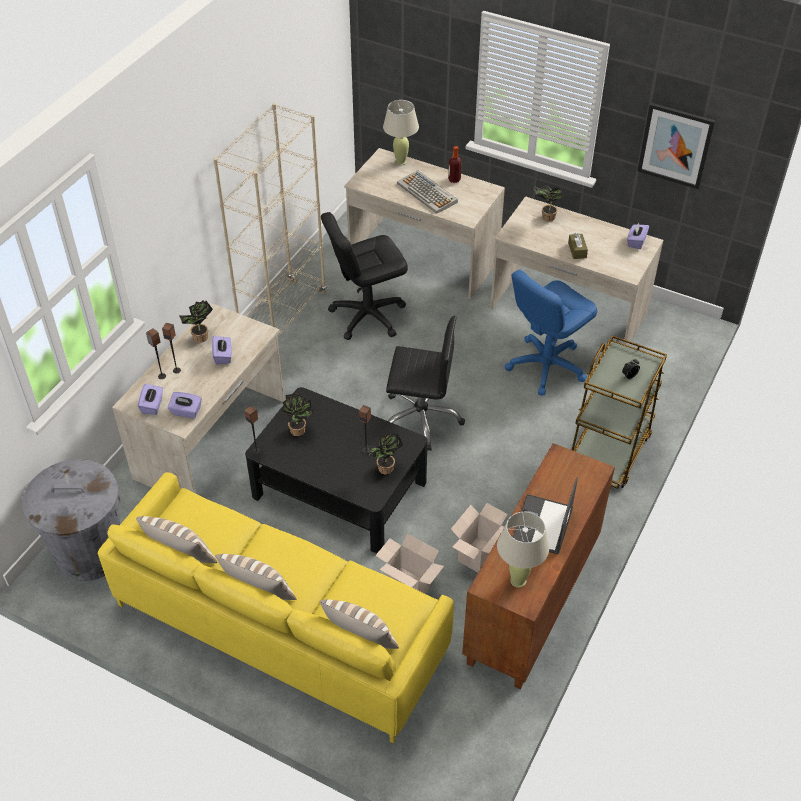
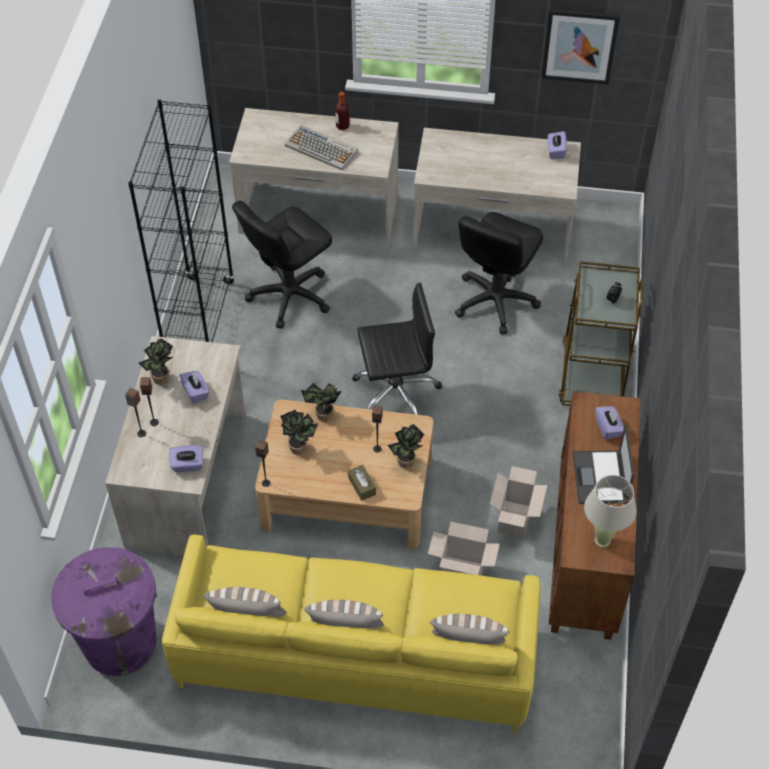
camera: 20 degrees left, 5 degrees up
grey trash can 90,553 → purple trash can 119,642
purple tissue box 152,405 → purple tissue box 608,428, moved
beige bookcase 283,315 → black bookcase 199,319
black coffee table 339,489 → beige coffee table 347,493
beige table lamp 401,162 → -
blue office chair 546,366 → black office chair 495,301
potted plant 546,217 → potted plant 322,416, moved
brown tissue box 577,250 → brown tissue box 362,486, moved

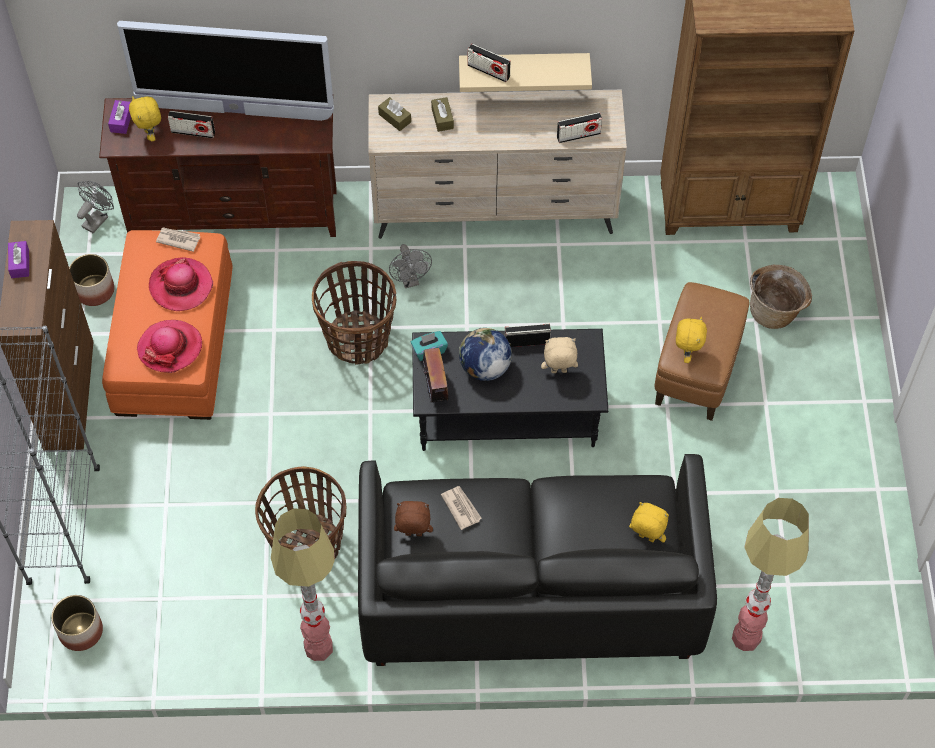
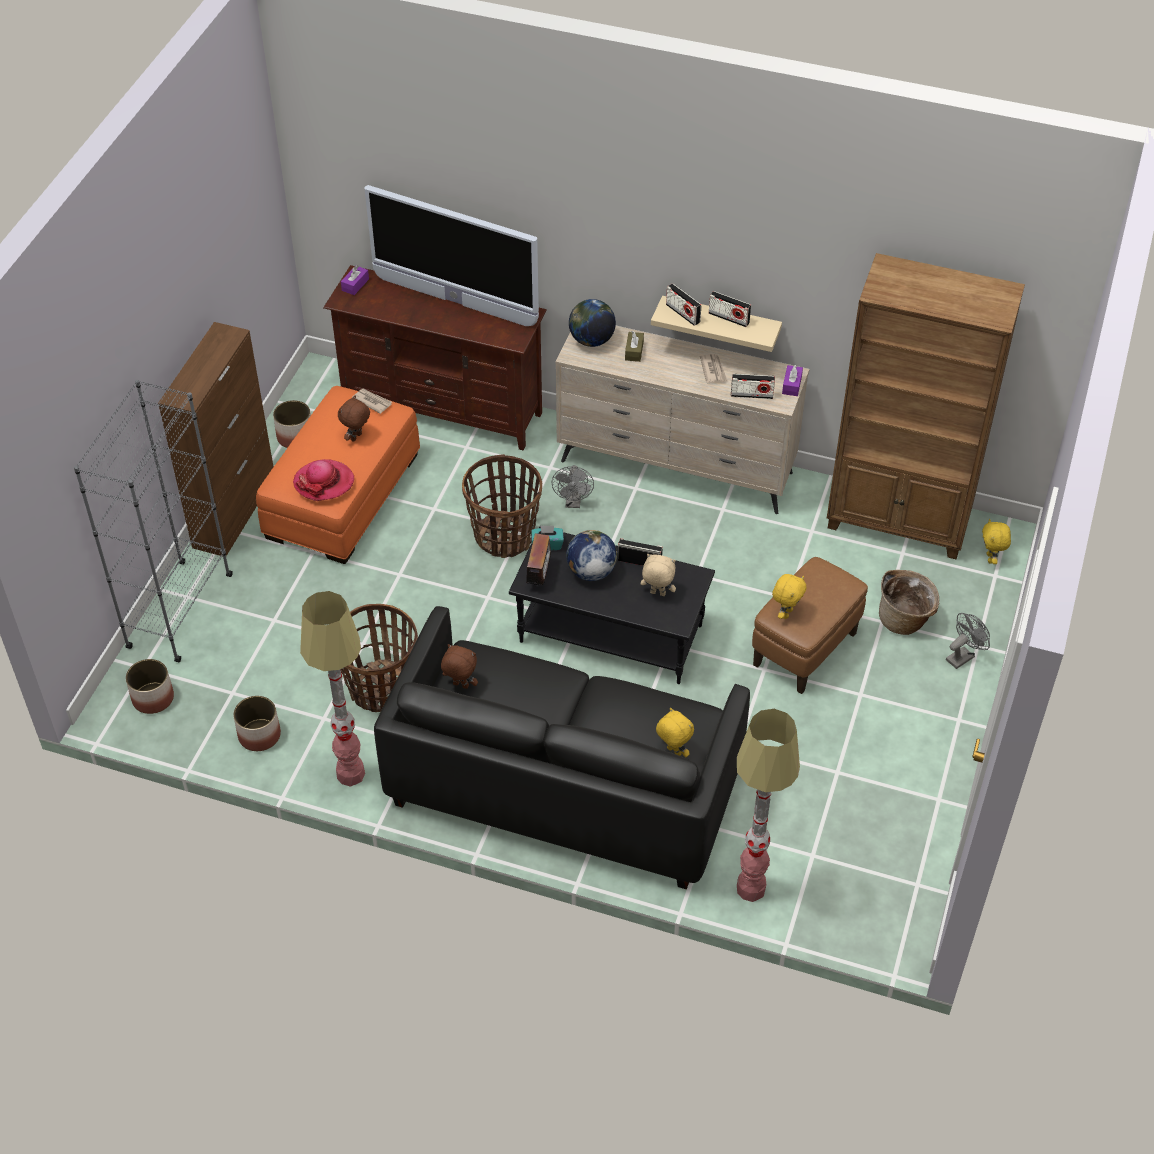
camera: 20 degrees right, 10 degrees down
purple tissue box 20,263 → purple tissue box 792,385, moved
grey fan 97,219 → grey fan 963,656, moved
yellow plush toy 150,135 → yellow plush toy 991,558, moved
hat 181,286 → brown plush toy 356,437
radio 193,132 → radio 729,318, moved
brown tissue box 394,118 → globe 591,340
newspaper 461,507 → newspaper 713,370, moved
- → planter 259,735

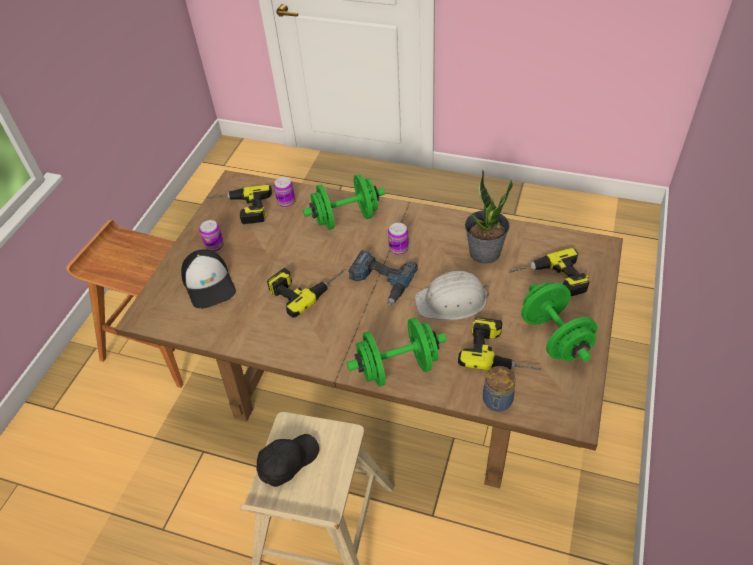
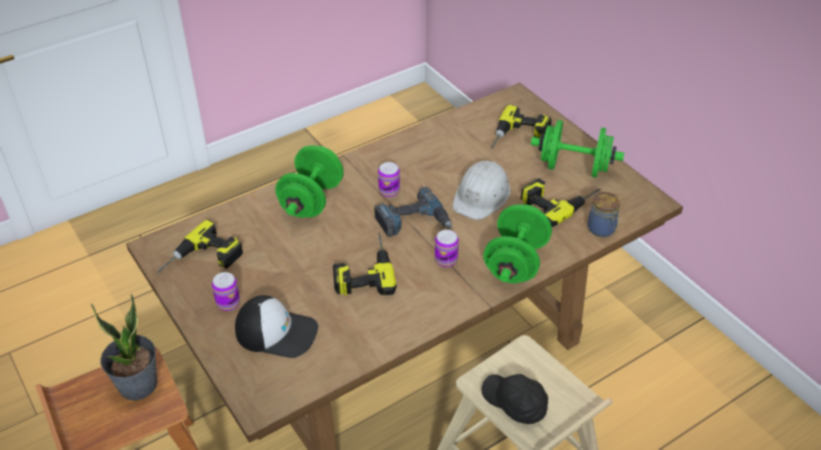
camera: 55 degrees left, 5 degrees down
black cap 287,462 → black cap 514,403, 45 degrees counterclockwise
can 286,202 → can 446,260, moved
potted plant 484,253 → potted plant 138,385, moved

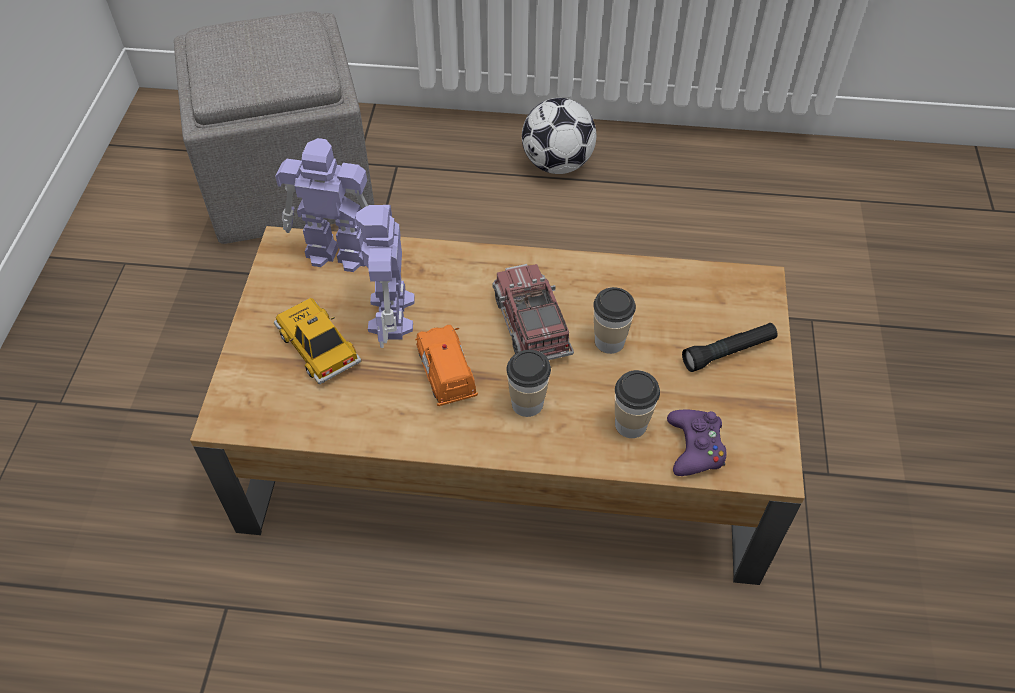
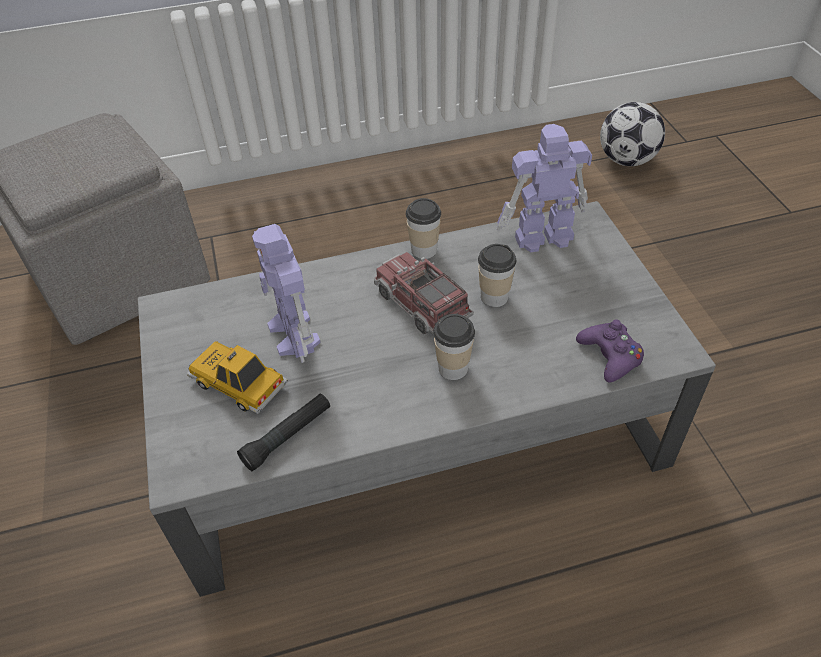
camera: 20 degrees left, 5 degrees down
brown coffee table 503,447 → grey coffee table 412,431
toy robot 336,253 → toy robot 541,237, moved
orange toy car 446,372 → -
football 557,164 → football 626,160, moved
cup 630,424 → cup 424,250, moved
black flashlight 728,352 → black flashlight 287,437, moved

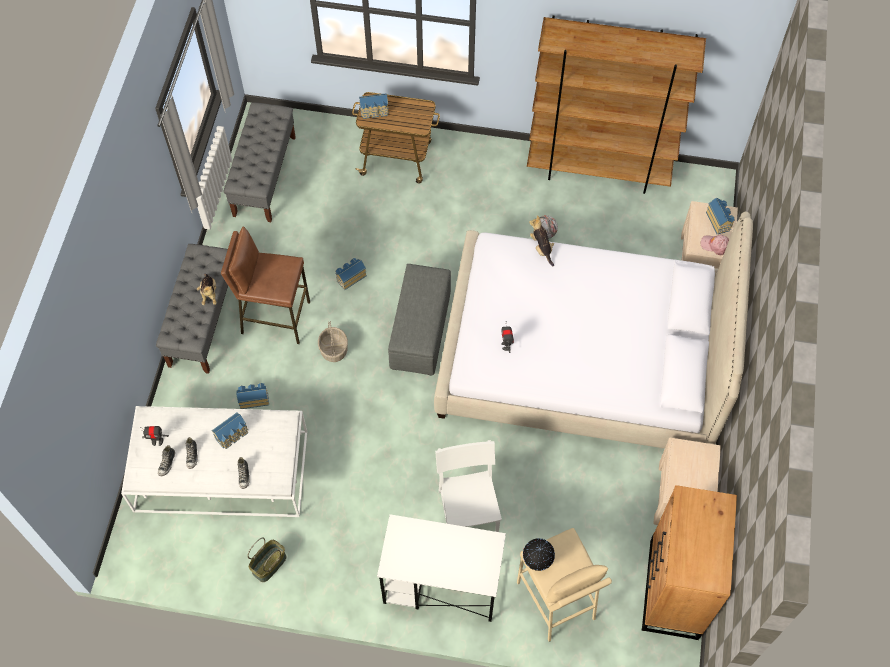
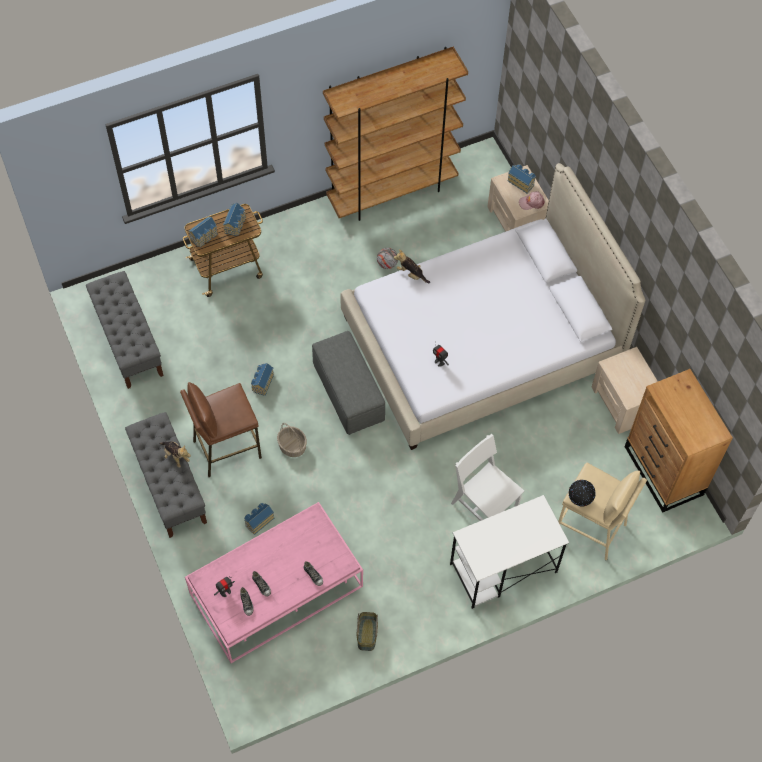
camera: 35 degrees left, 0 degrees up
white coffee table 222,471 → pink coffee table 277,589
toy house 232,435 → toy house 235,224, moved

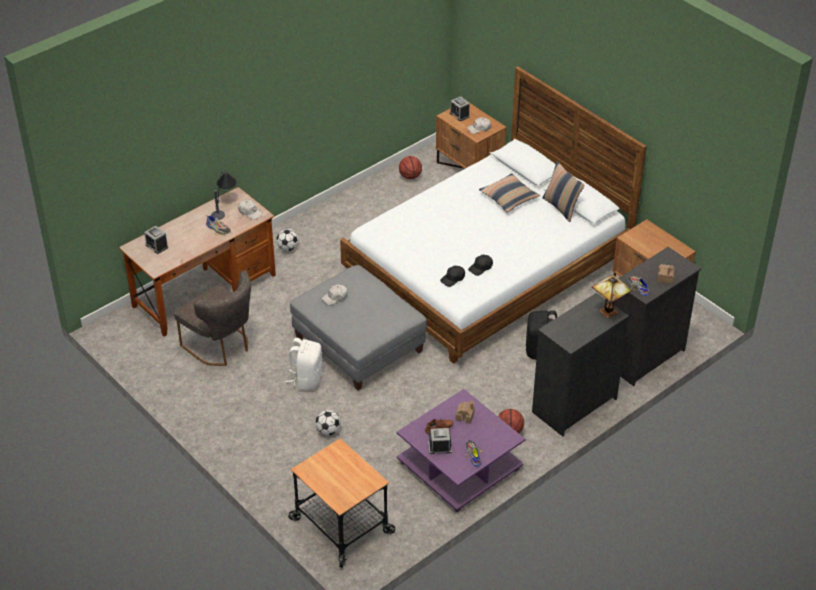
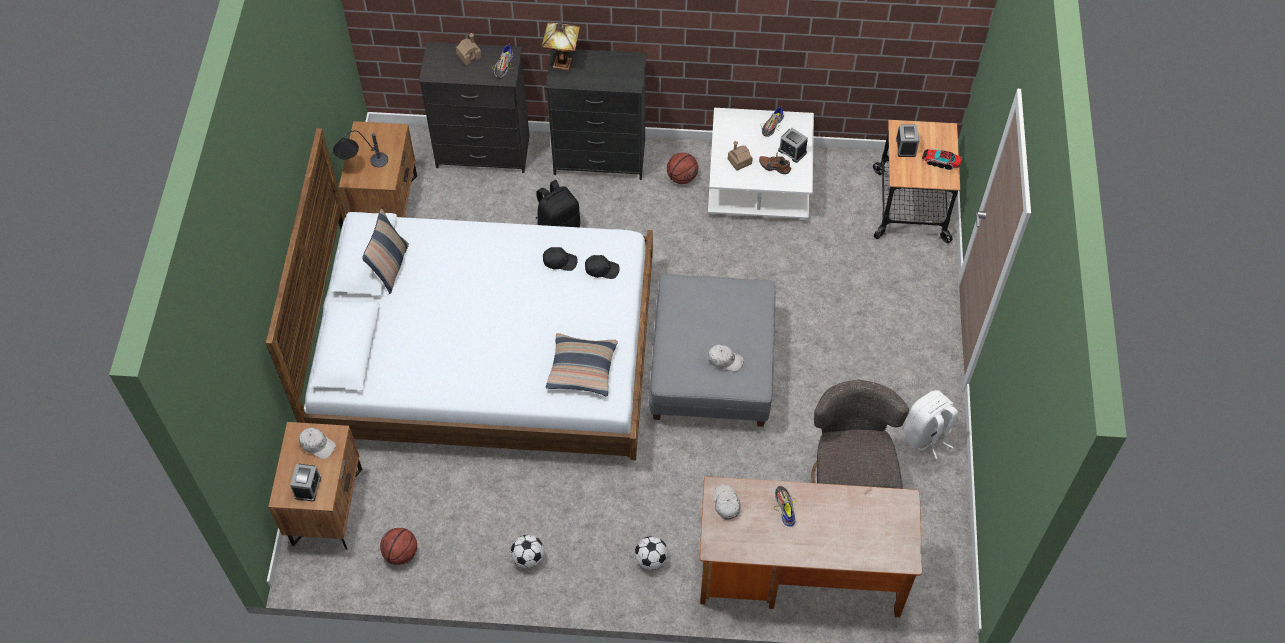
camera: 135 degrees left, 15 degrees up
alarm clock 157,246 → alarm clock 906,147, moved
table lamp 224,206 → table lamp 361,166, moved
white backpack 306,379 → white backpack 927,435, moved
football 328,431 → football 528,558, moved
purple coffee table 459,467 → white coffee table 760,180
pillow 509,198 → pillow 582,369, moved
- → toy truck 940,162

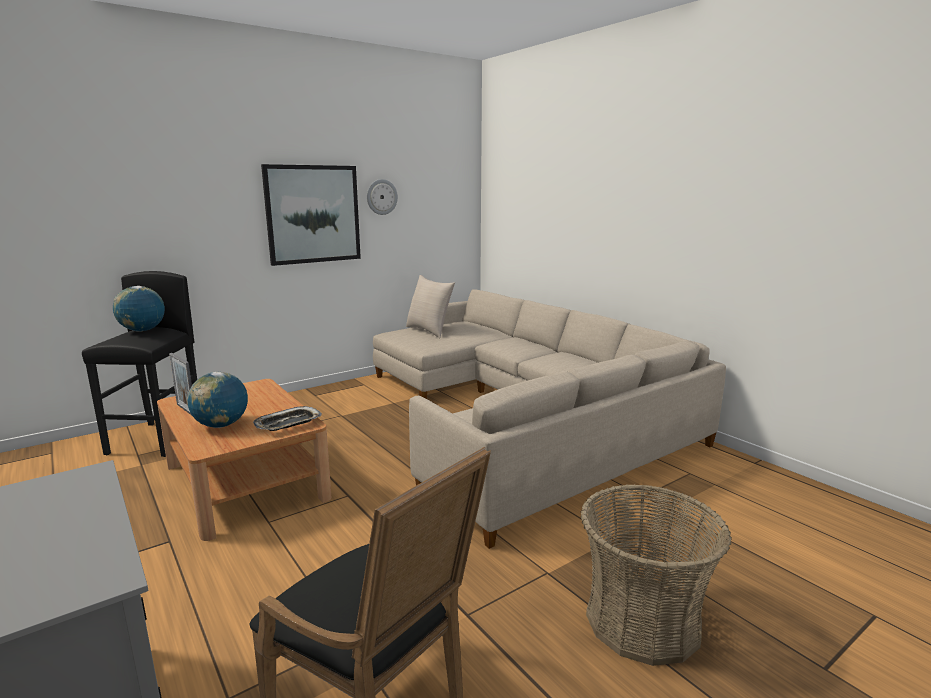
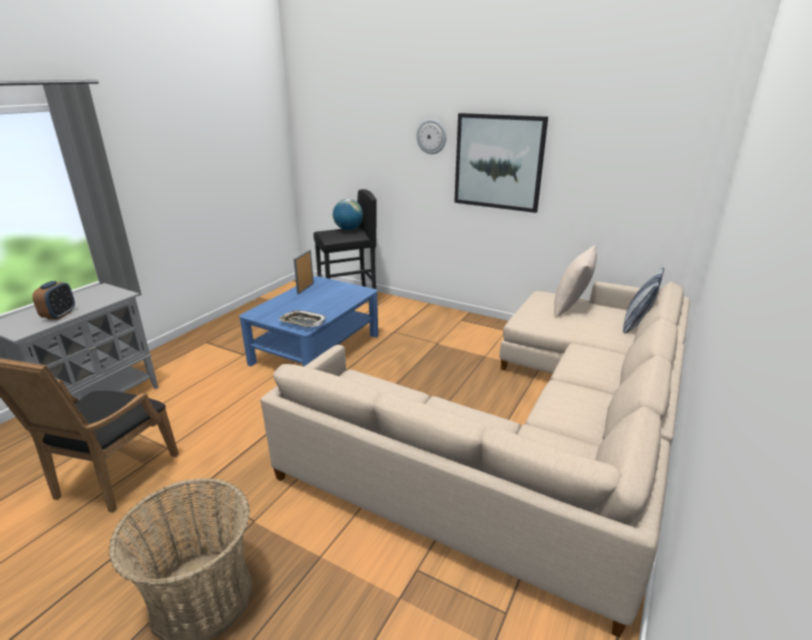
camera: 65 degrees right, 10 degrees up
brown coffee table 246,481 → blue coffee table 316,348
globe 221,425 → -
wall clock 381,197 → wall clock 431,136, moved
- → alarm clock 59,315
- → pillow 637,324

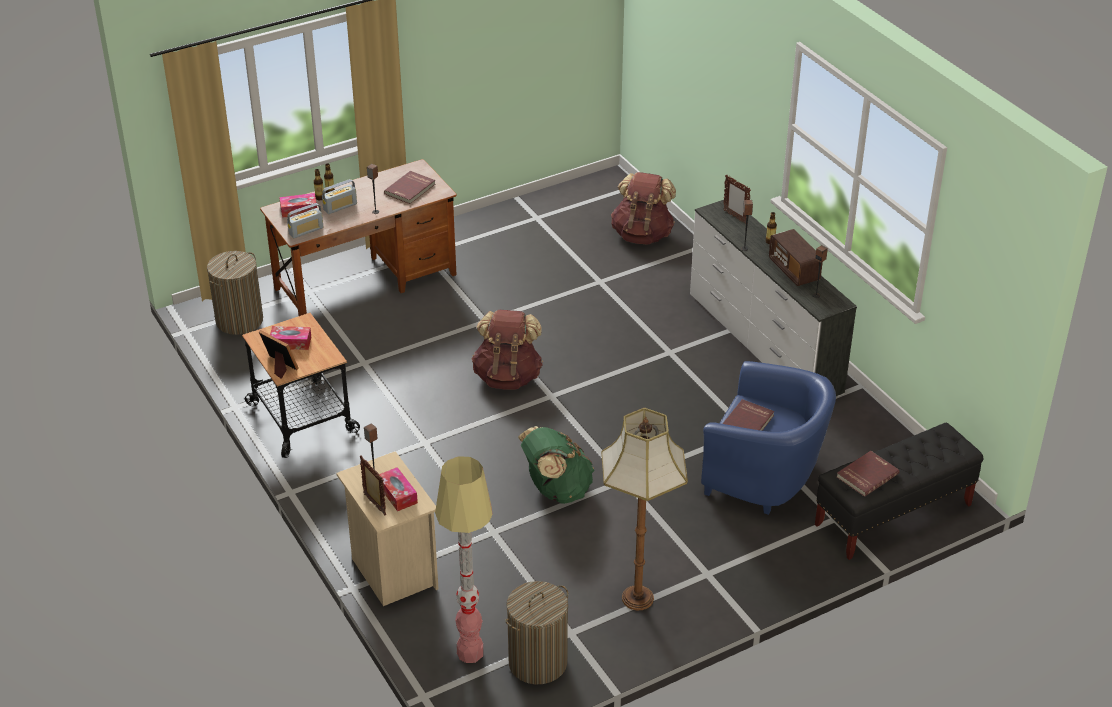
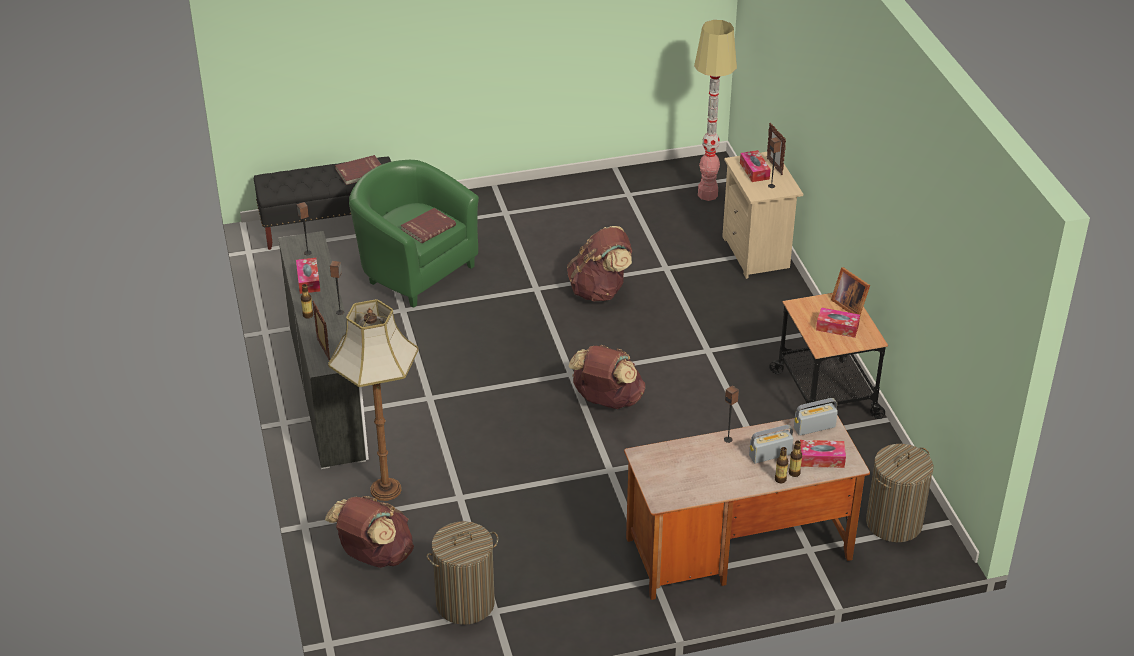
camera: 165 degrees left, 0 degrees up
red book 410,189 → -
laundry basket 538,662 → laundry basket 465,603, moved
green backpack 556,489 → brown backpack 600,291
floor lamp 638,599 → floor lamp 385,489, moved
blue armchair 765,478 → green armchair 414,270
radio 794,270 → tissue box 308,280

